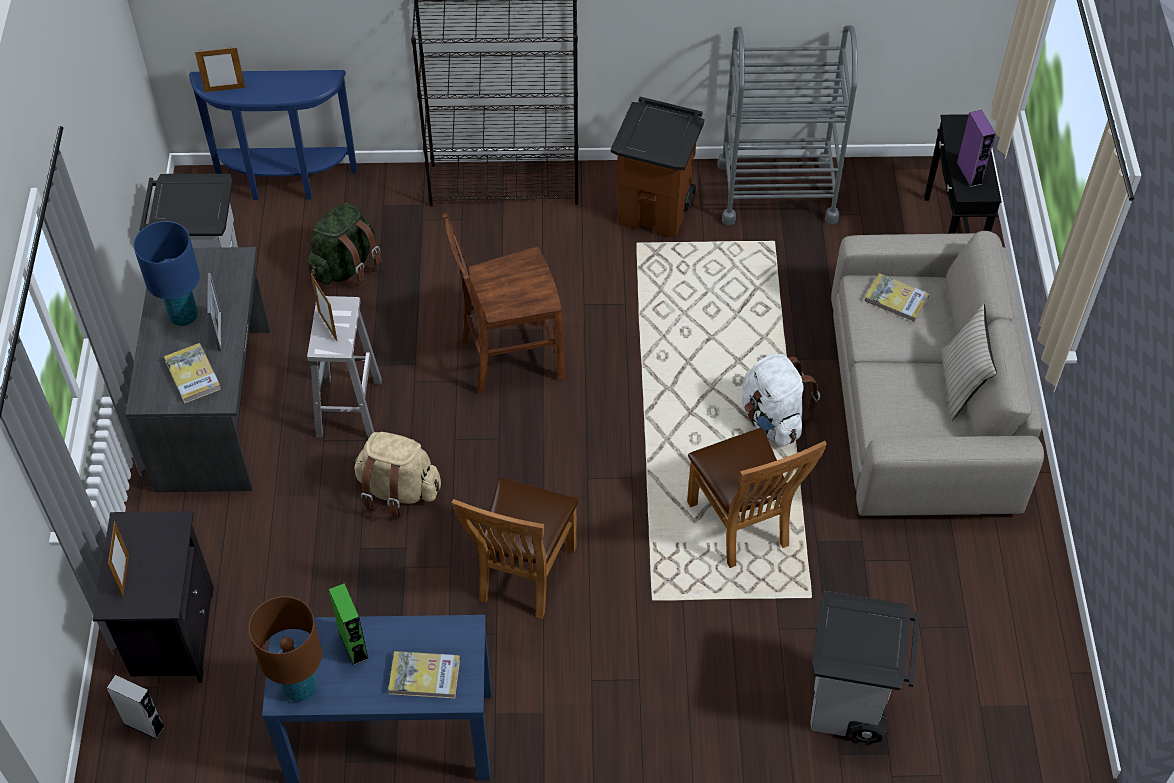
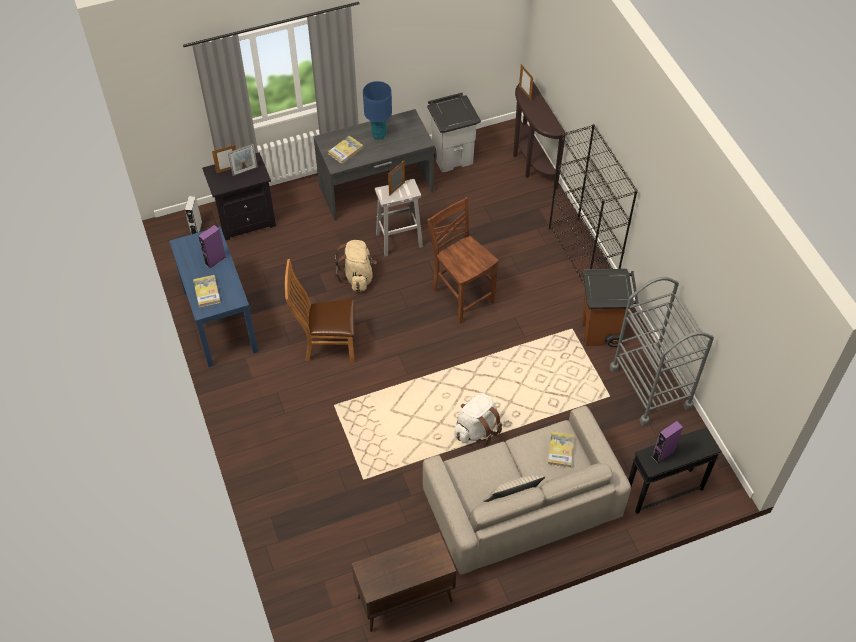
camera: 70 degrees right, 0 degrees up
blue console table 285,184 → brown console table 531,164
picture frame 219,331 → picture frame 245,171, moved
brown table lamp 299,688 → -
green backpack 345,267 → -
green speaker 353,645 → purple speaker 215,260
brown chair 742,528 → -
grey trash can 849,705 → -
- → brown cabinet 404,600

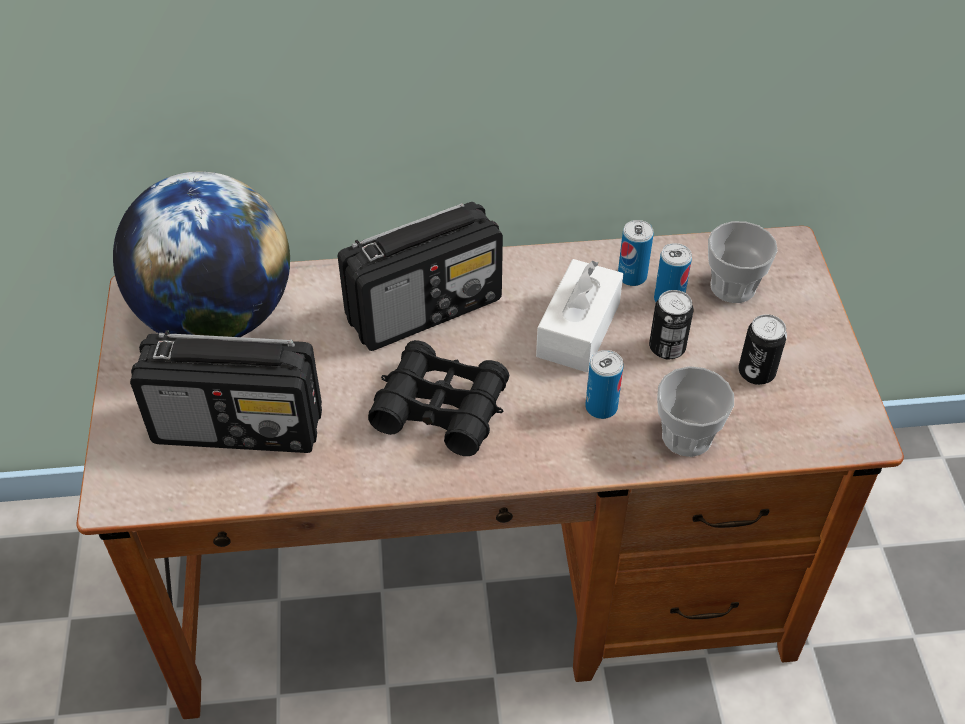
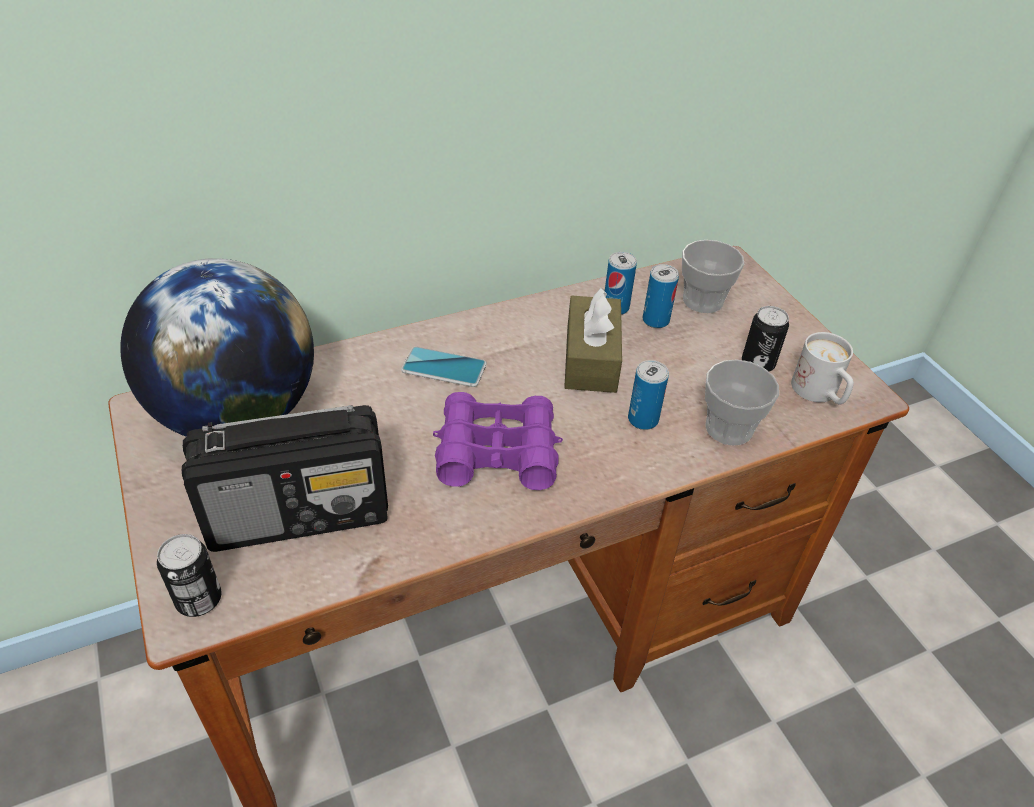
camera: 20 degrees left, 5 degrees down
radio 425,308 → phone 444,367
black binoculars 441,408 → purple binoculars 497,452
white tissue box 578,329 → brown tissue box 591,359
can 667,348 → can 199,599, moved
- → white mug 819,394

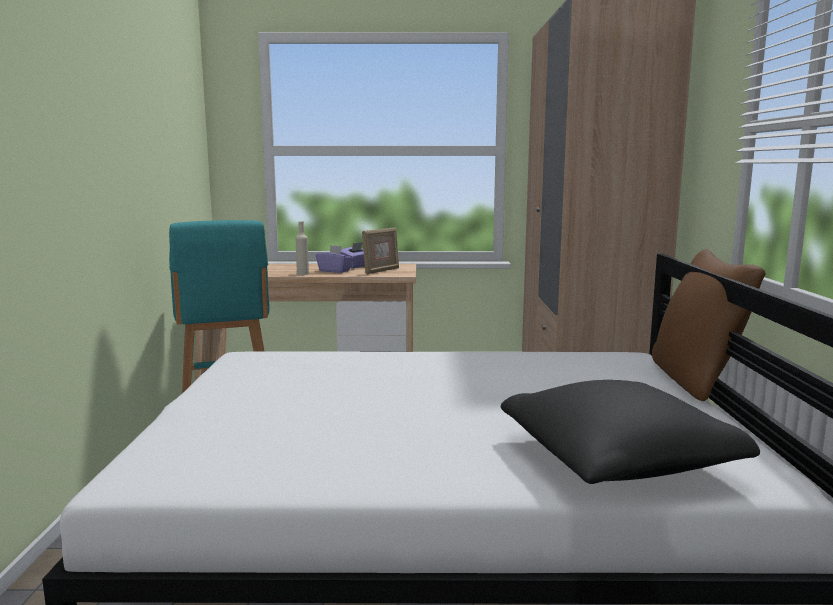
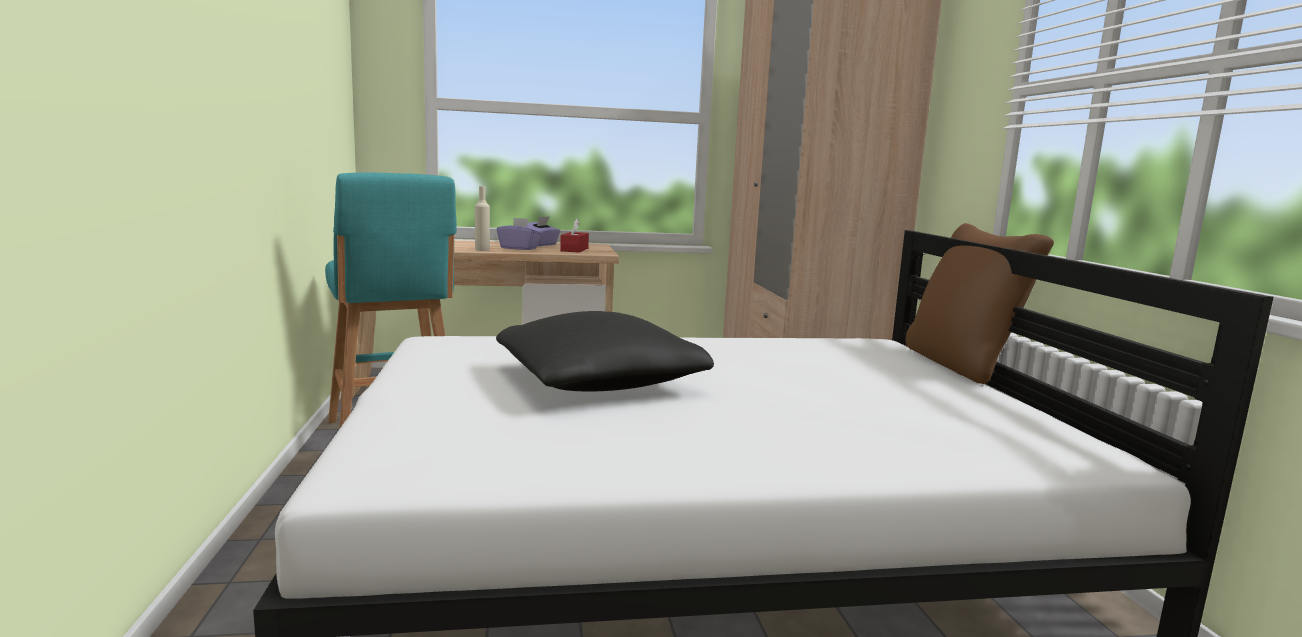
camera: 10 degrees left, 0 degrees up
picture frame 381,271 → red tissue box 574,250
black pillow 617,459 → black pillow 599,381, moved

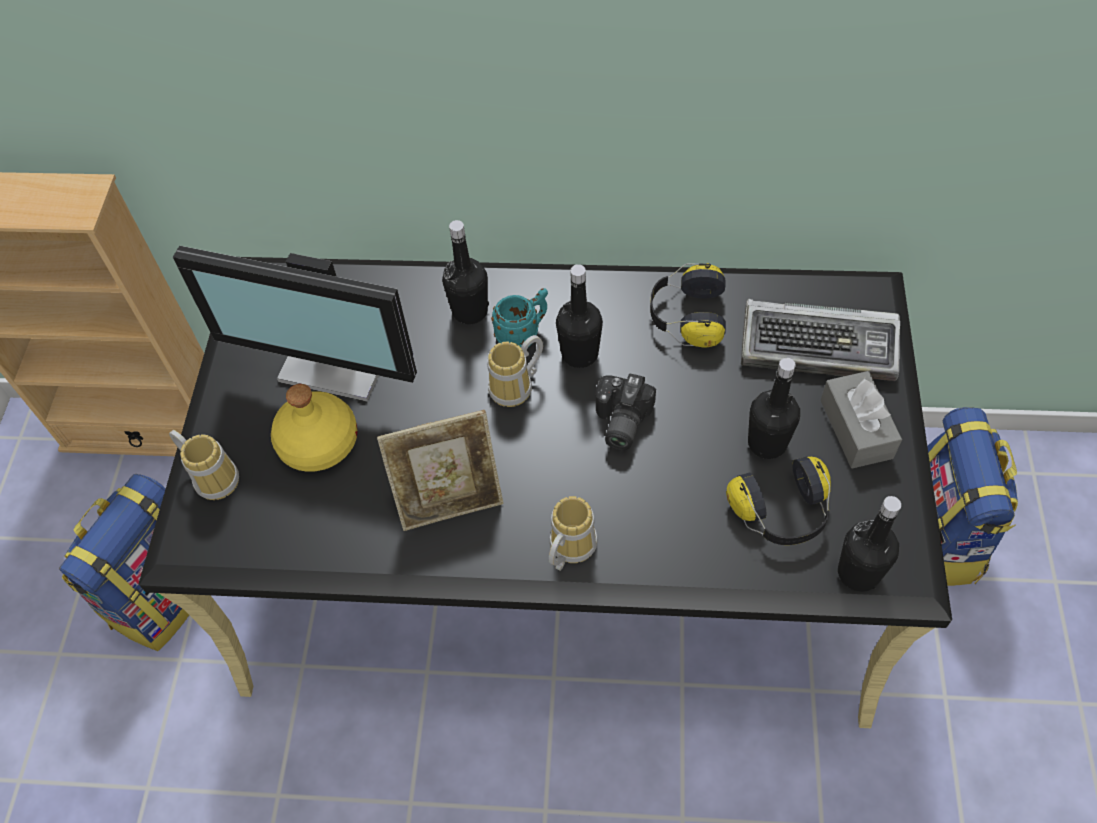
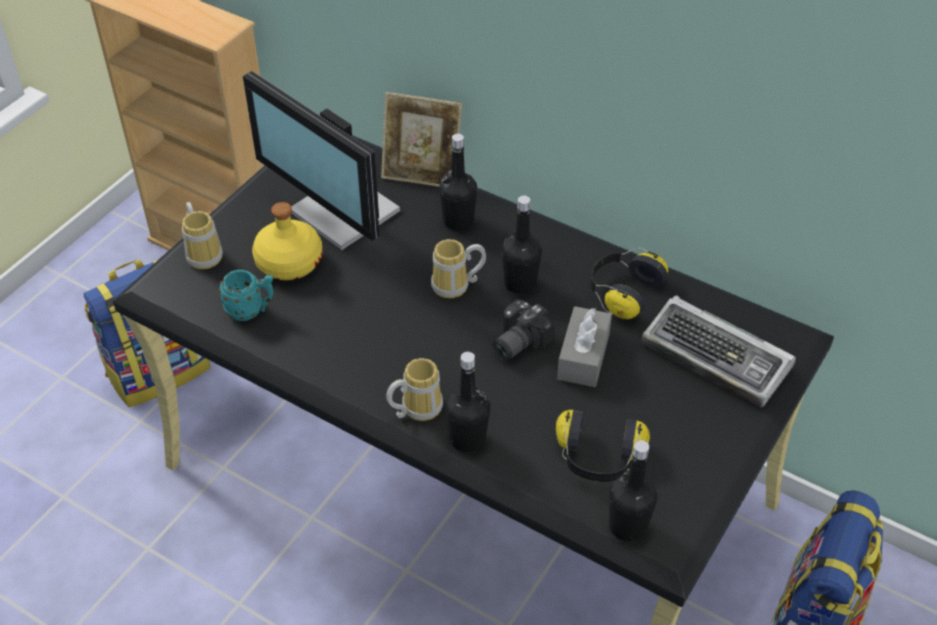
camera: 25 degrees right, 10 degrees down
picture frame 450,500 → picture frame 422,174, moved
turquoise mug 523,334 → turquoise mug 251,310, moved
black bottle 767,443 → black bottle 467,439, moved
grey tissue box 856,429 → grey tissue box 583,356, moved

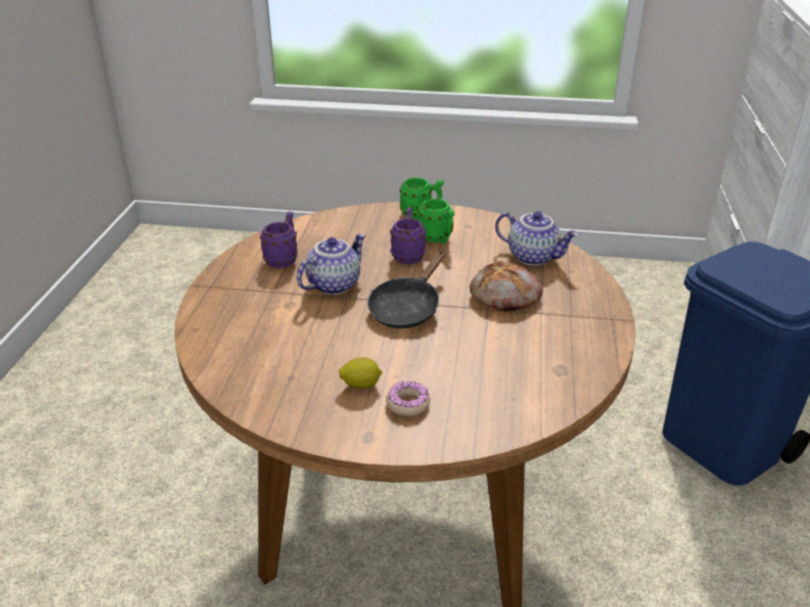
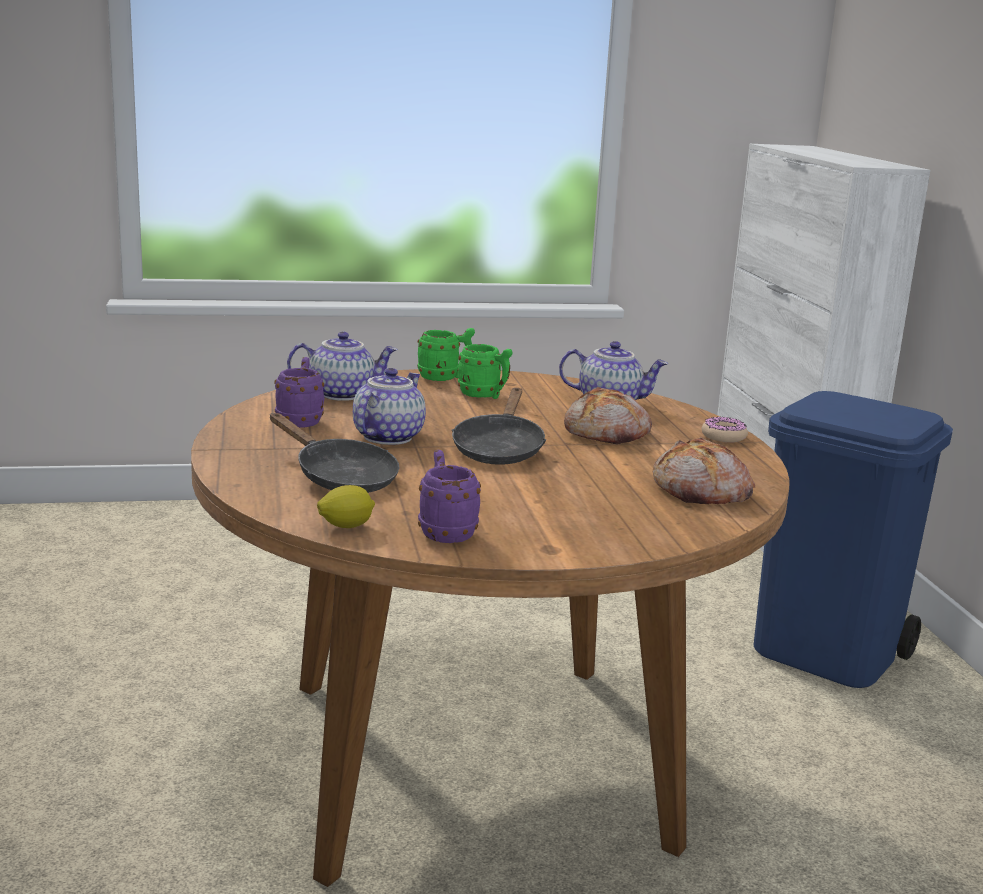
camera: 20 degrees left, 15 degrees down
lemon 361,385 → lemon 346,527, moved
donut 408,404 → donut 723,436, moved
purple mug 408,255 → purple mug 445,531, moved
- → black frying pan 339,477
- → teapot 342,394
- → bread 702,492

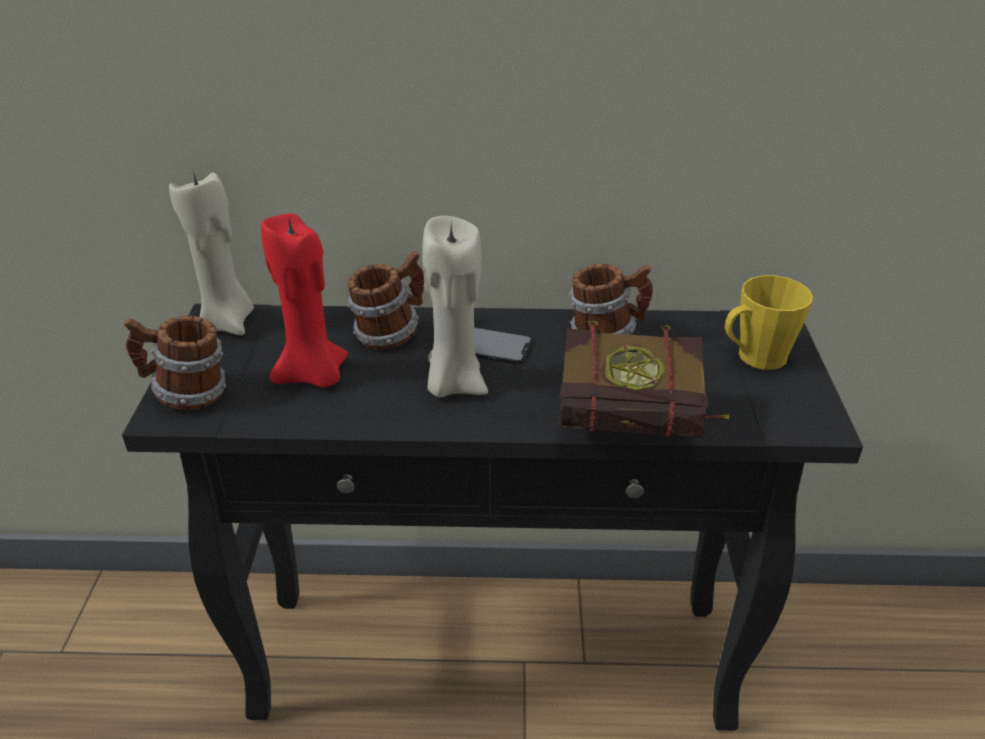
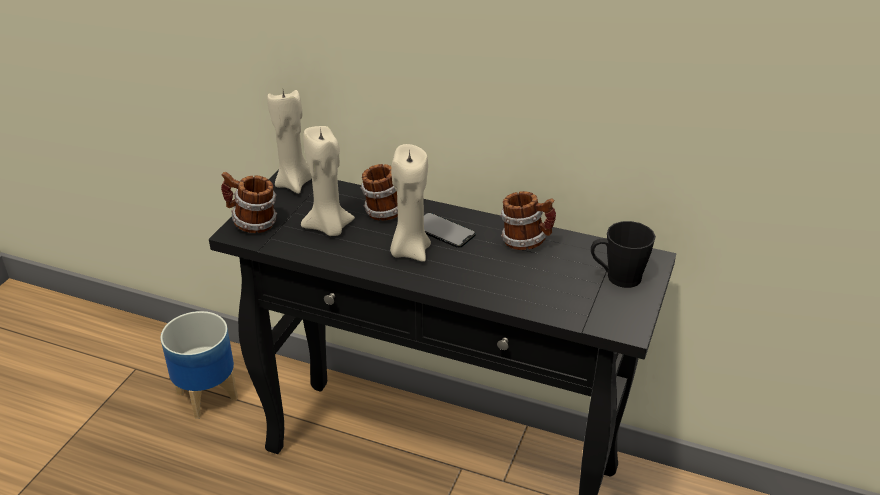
camera: 20 degrees right, 0 degrees up
red candle 314,376 → beige candle 329,228
book 644,427 → -
yellow mug 754,358 → black mug 617,277
- → planter 206,396

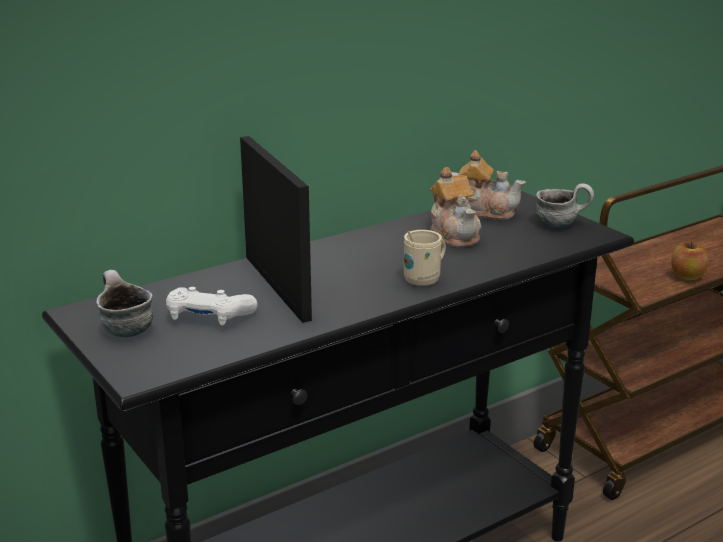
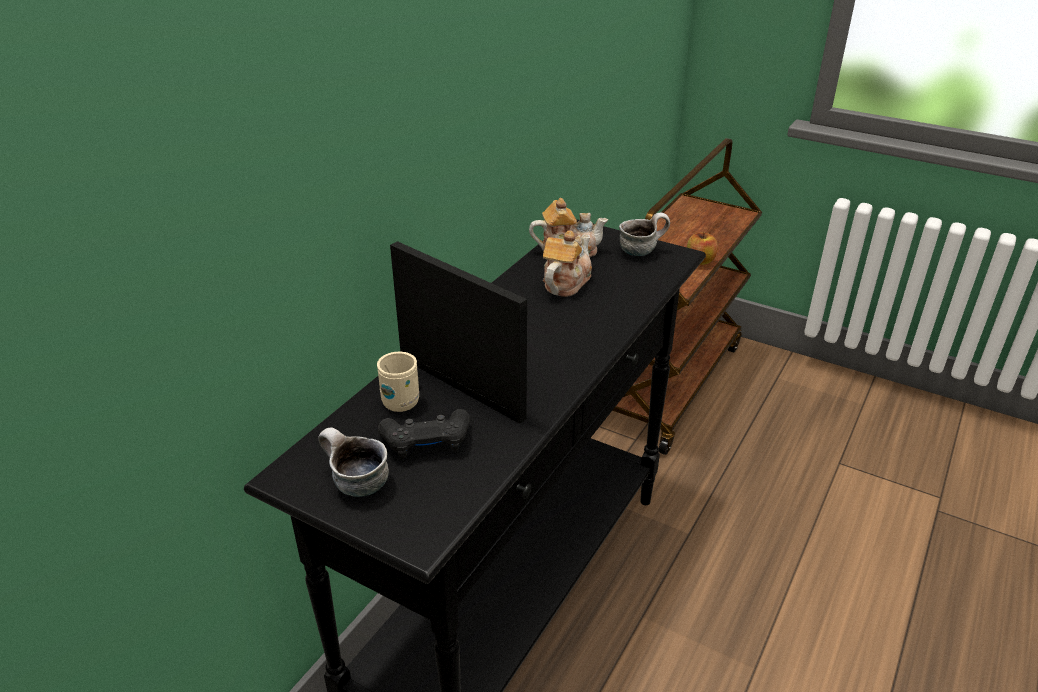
camera: 25 degrees left, 10 degrees up
white game controller 208,317 → black game controller 426,443
beige mug 425,279 → beige mug 403,399, moved
teapot 455,234 → teapot 565,283, 105 degrees counterclockwise

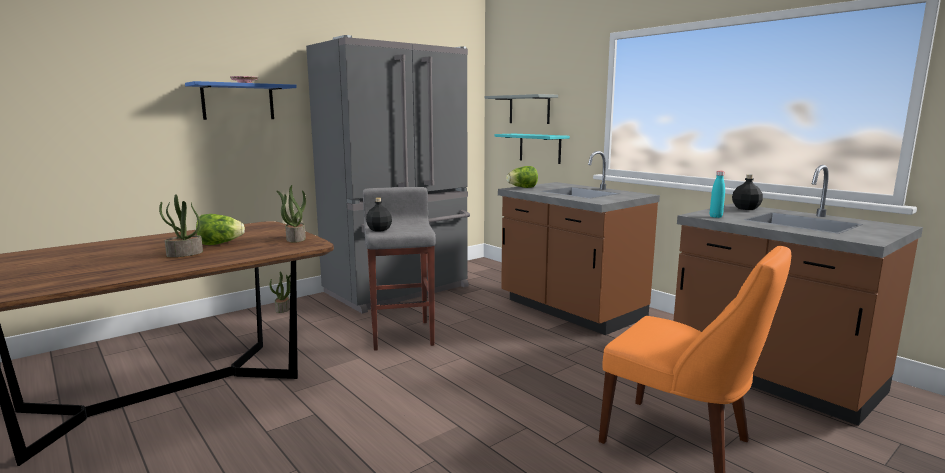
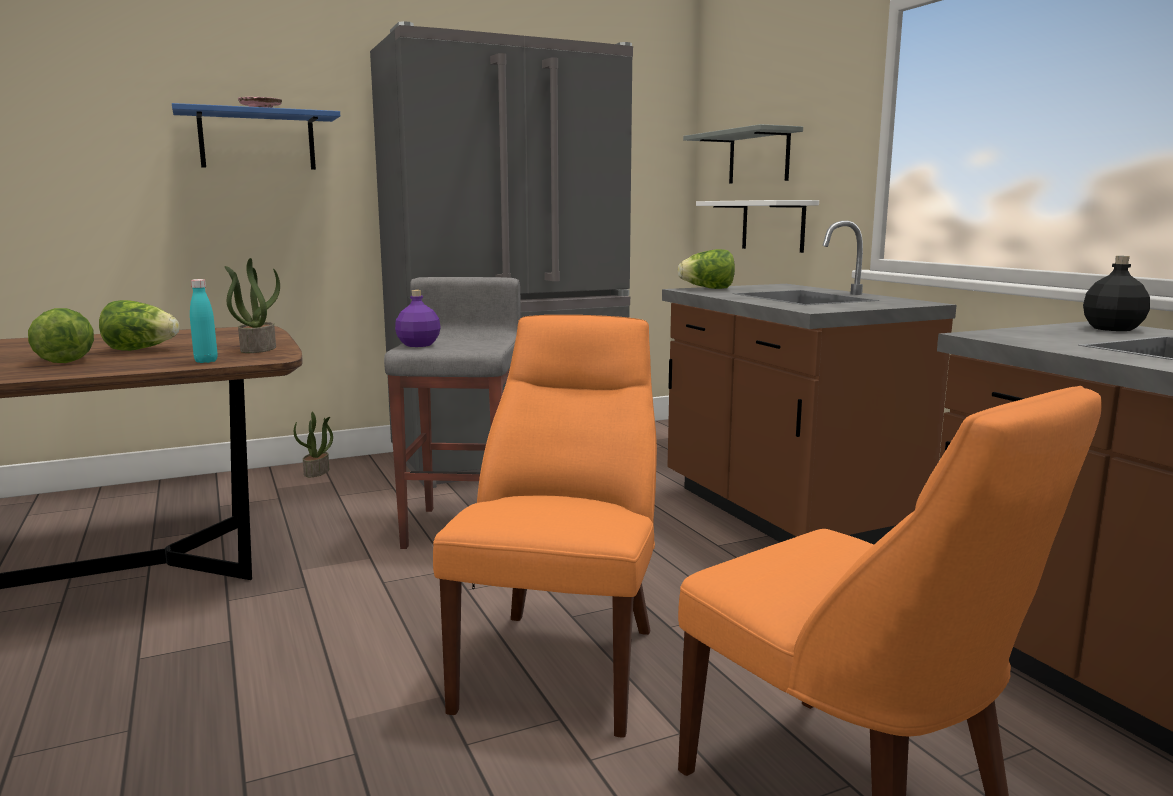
camera: 15 degrees right, 0 degrees up
potted plant 184,254 → lettuce 67,359
black bottle 379,229 → purple bottle 418,345
turquoise shelf 540,148 → white shelf 773,225
turquoise bottle 715,216 → turquoise bottle 206,361, moved
- → orange chair 563,662

